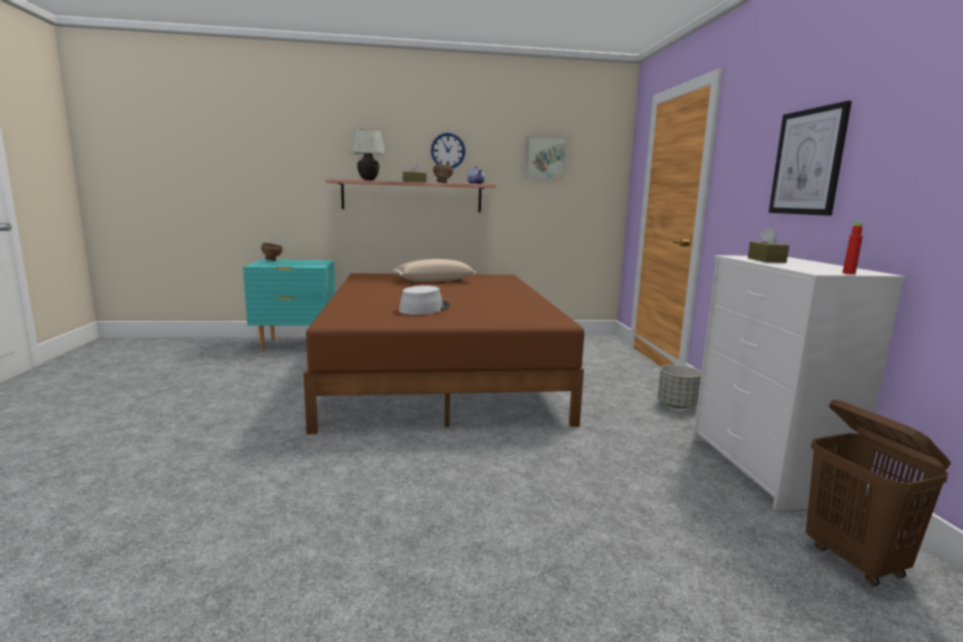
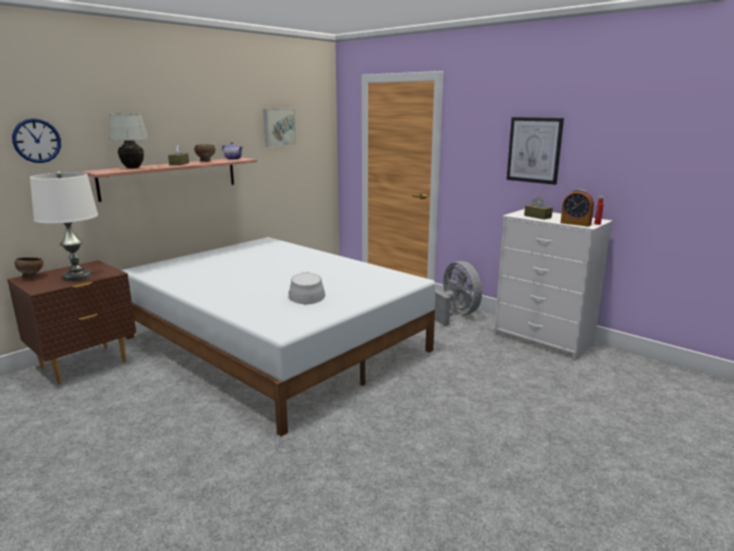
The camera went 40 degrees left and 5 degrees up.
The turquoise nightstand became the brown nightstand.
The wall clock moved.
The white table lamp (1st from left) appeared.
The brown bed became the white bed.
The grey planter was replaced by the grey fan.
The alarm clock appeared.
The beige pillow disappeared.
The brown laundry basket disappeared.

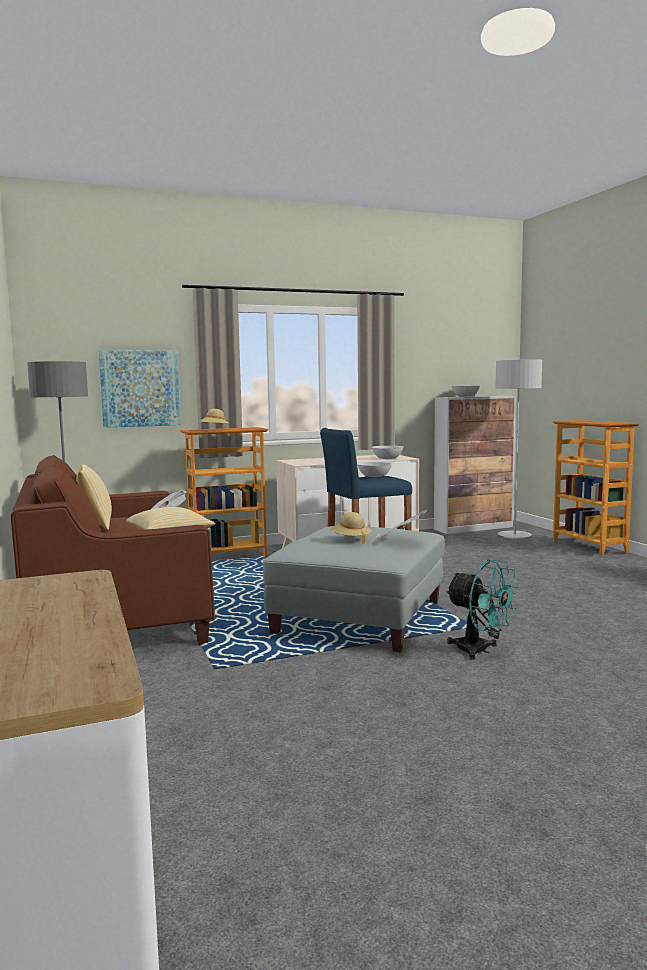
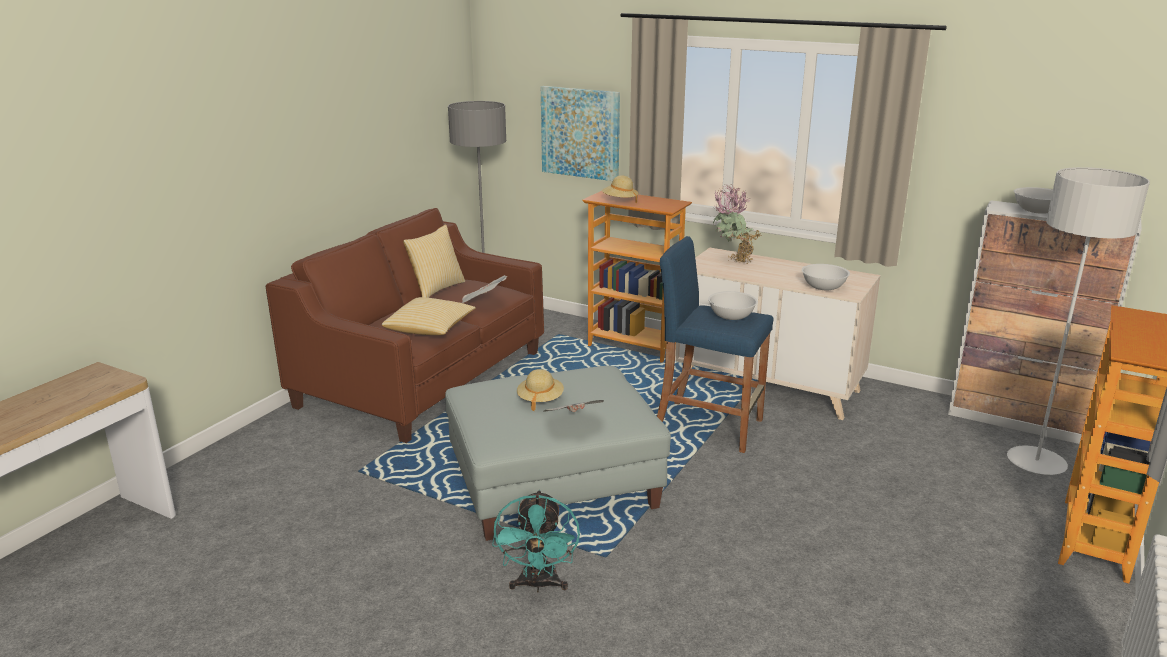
The camera went 50 degrees right and 15 degrees up.
The potted plant appeared.

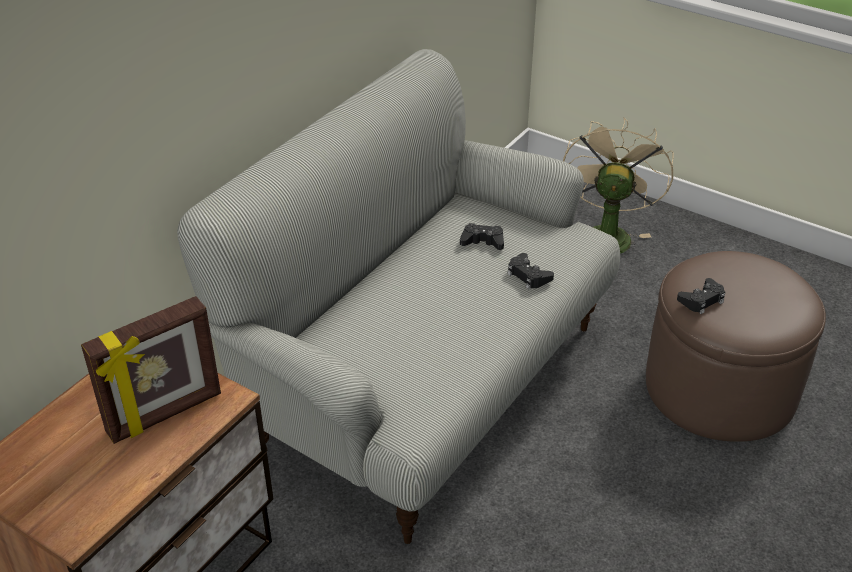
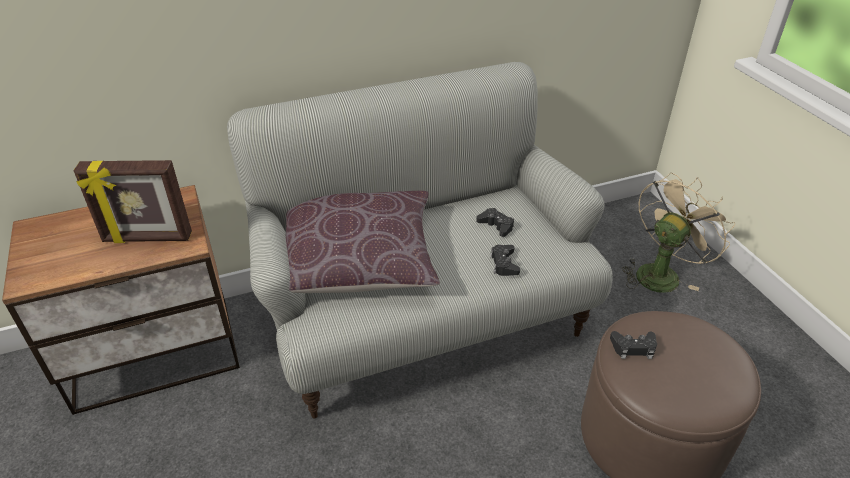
The camera went 35 degrees right and 0 degrees up.
The brown pillow appeared.

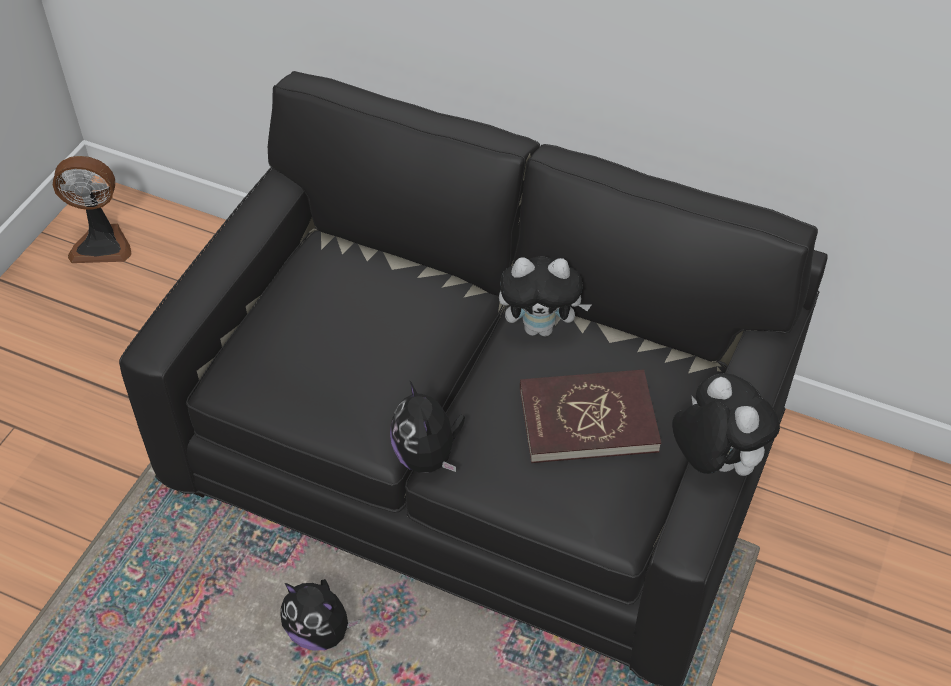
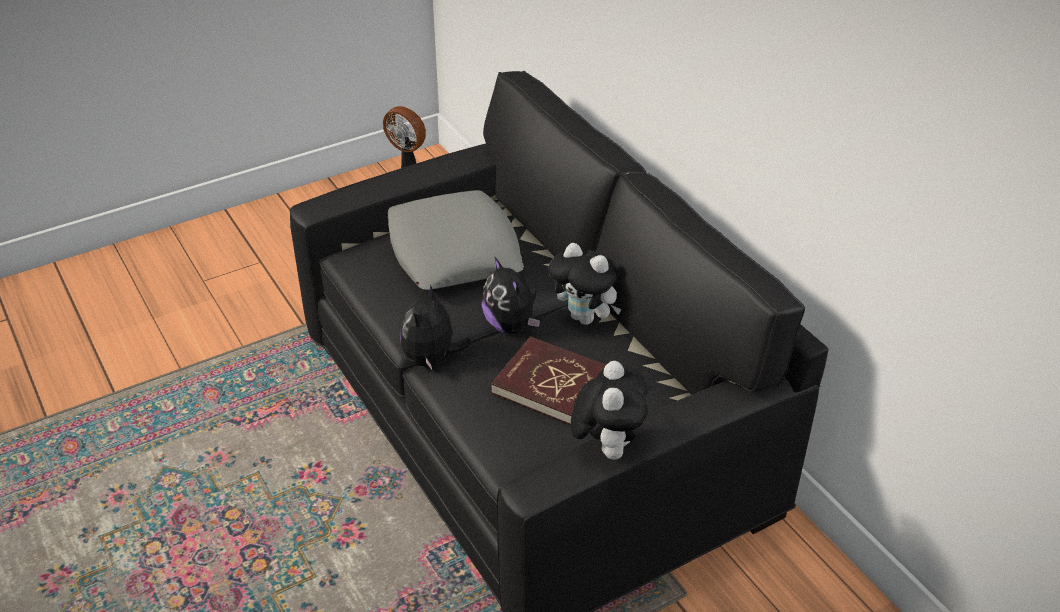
The camera went 35 degrees right and 10 degrees down.
The grey pillow appeared.
The plush toy (1st from left in the first image) moved.

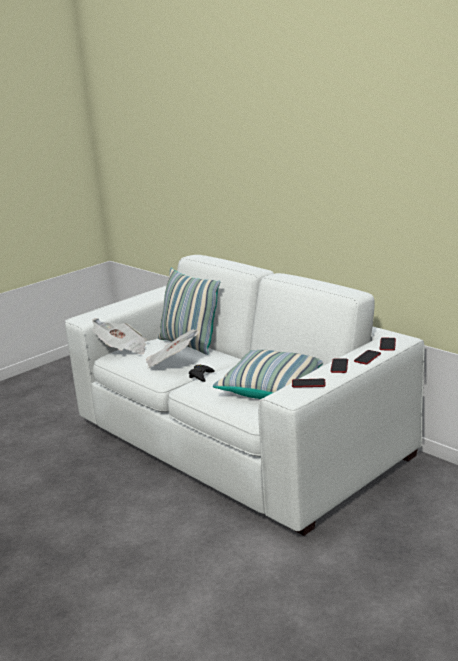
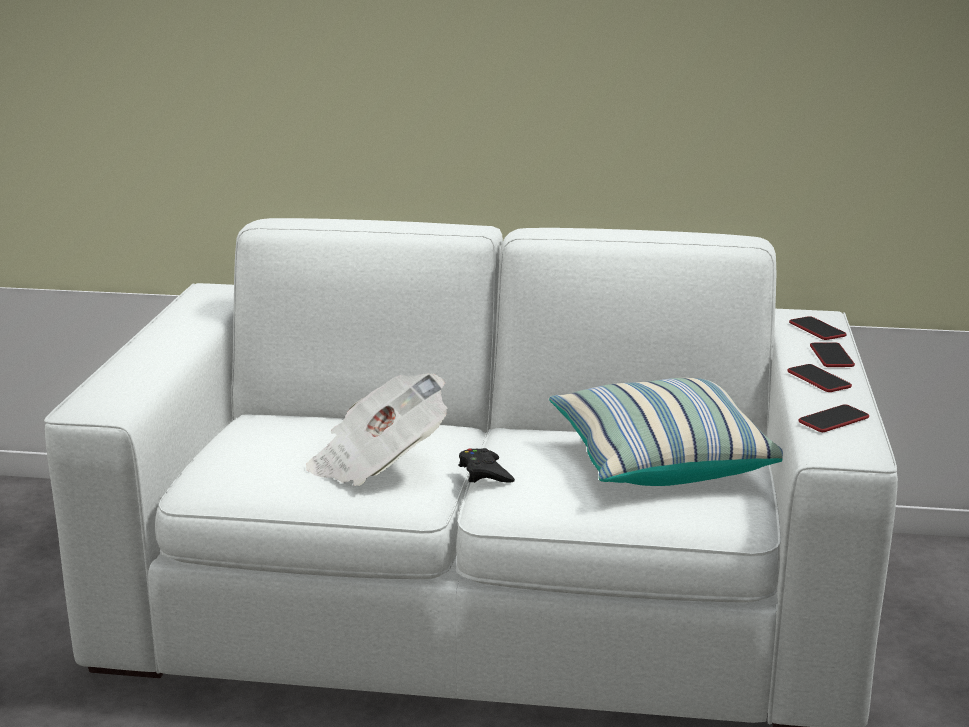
The camera went 40 degrees left and 0 degrees up.
The newspaper (1st from left) disappeared.
The pillow (1st from left) disappeared.

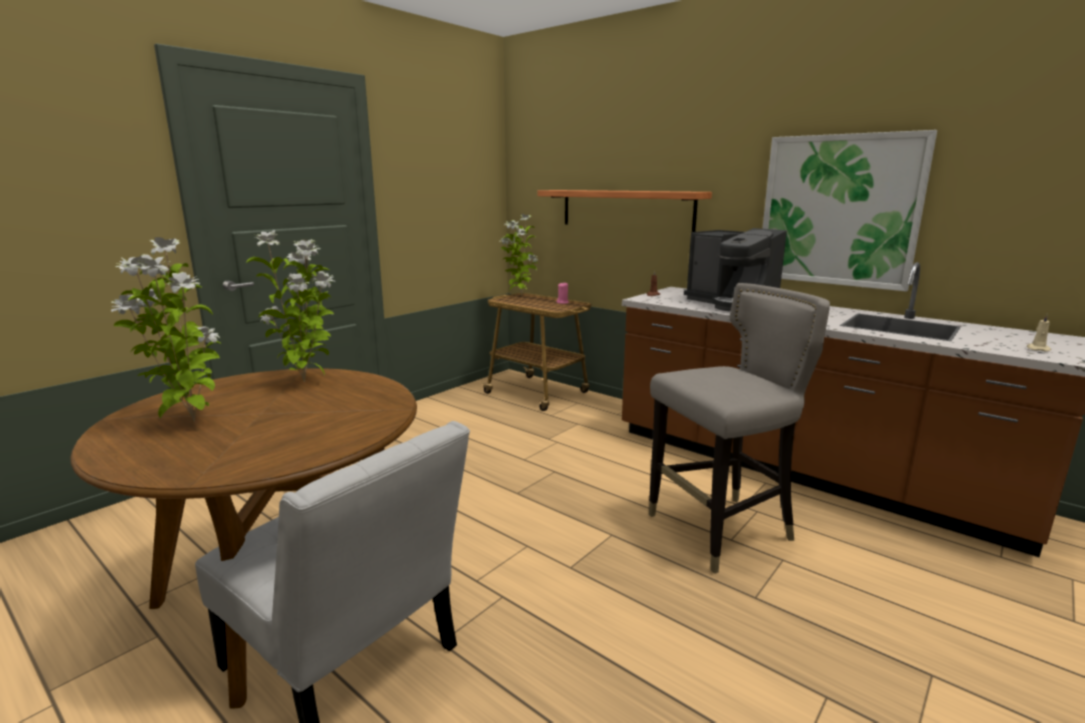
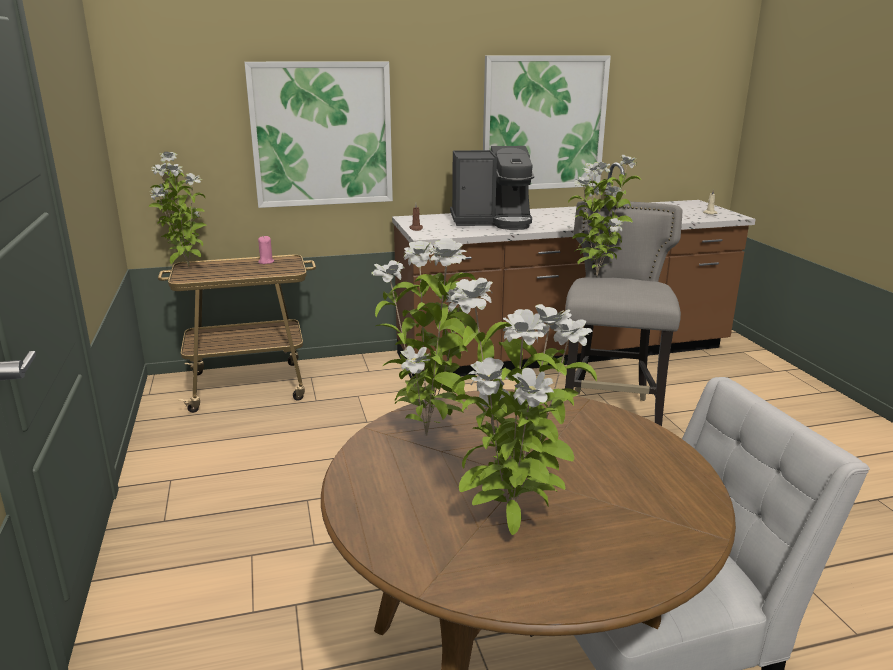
The camera went 55 degrees left and 5 degrees up.
The shelf was replaced by the picture (1st from left).
The potted plant (4th from left) appeared.

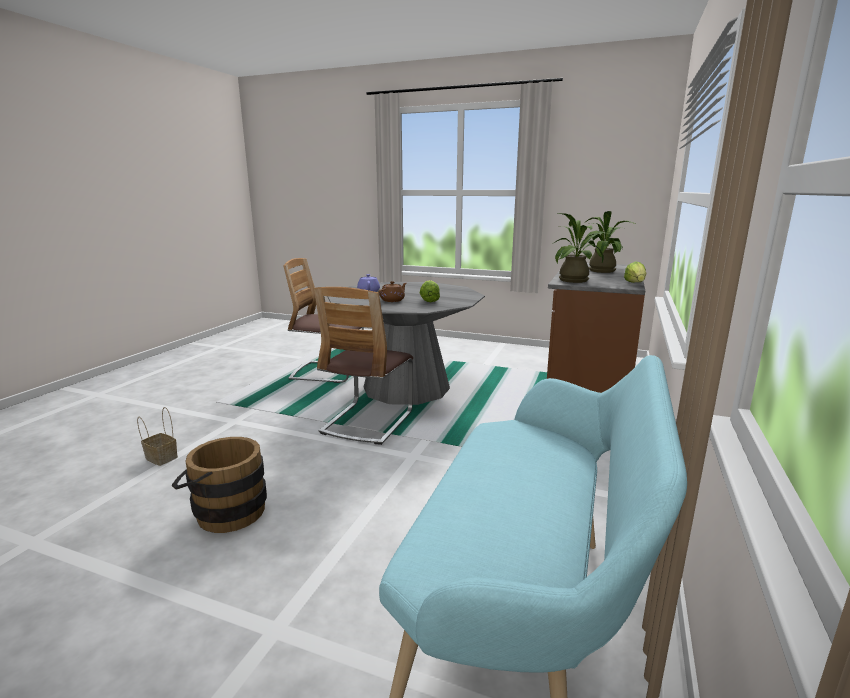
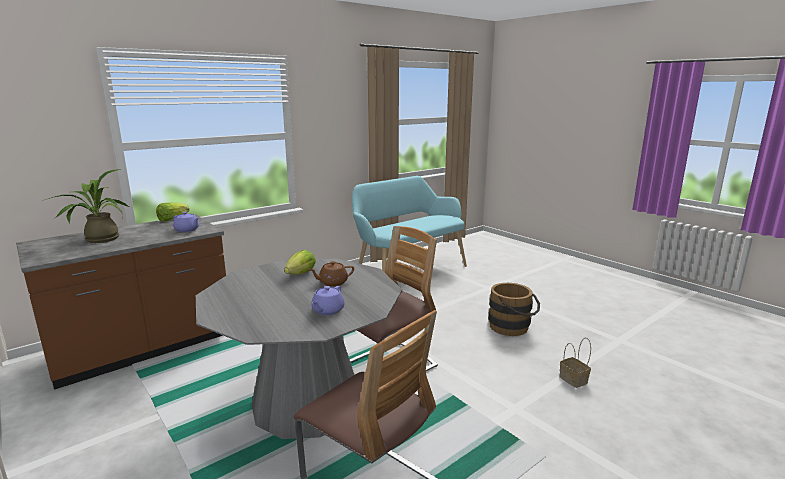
The camera went 150 degrees left and 0 degrees up.
The potted plant (1st from left) was replaced by the purple teapot (1st from left).

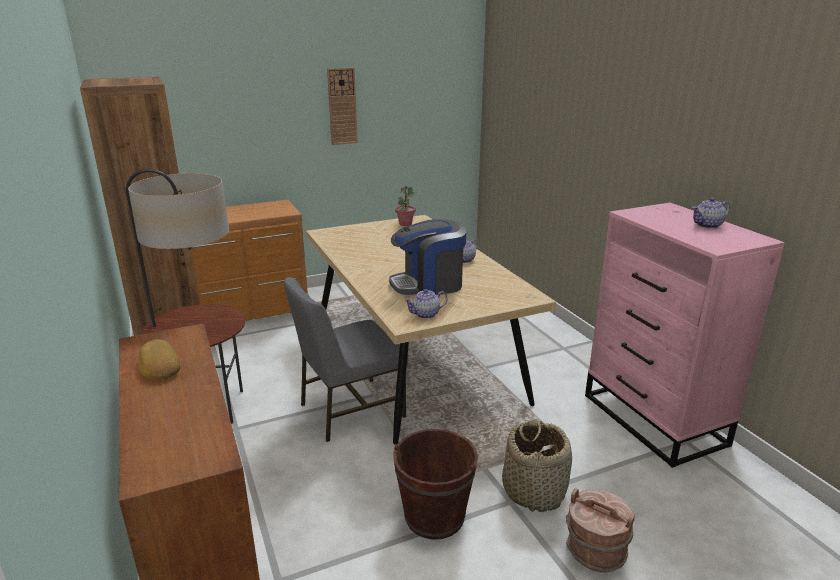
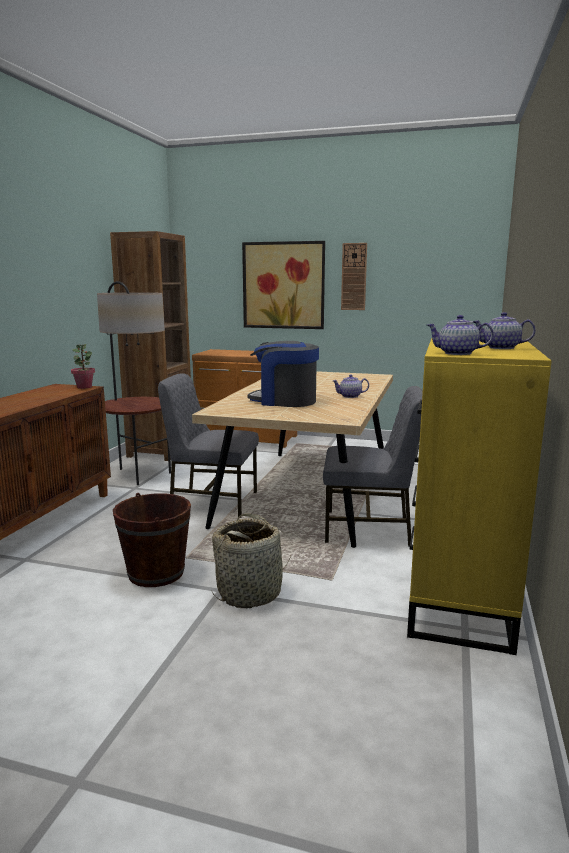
The camera went 40 degrees right and 10 degrees down.
The potted plant moved.
The picture appeared.
The grey chair (2nd from left) appeared.
The pink dresser became the yellow dresser.
The teapot (1st from left in the first image) moved.
The bread disappeared.
The brown bucket (2nd from left) disappeared.

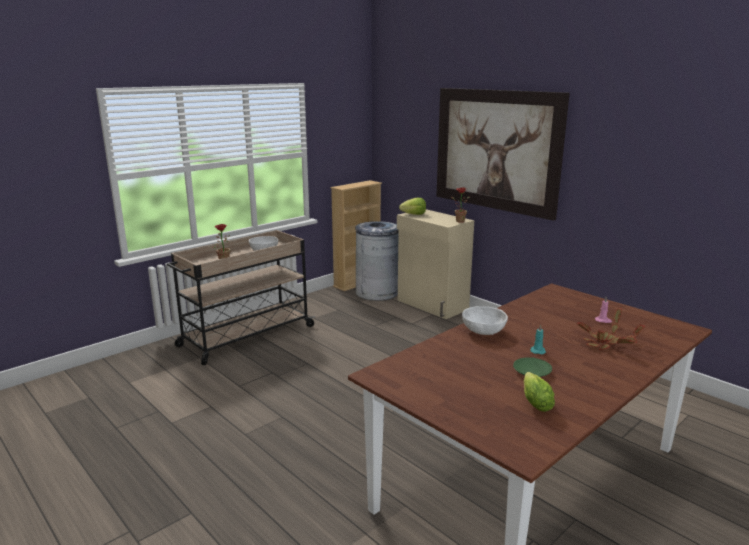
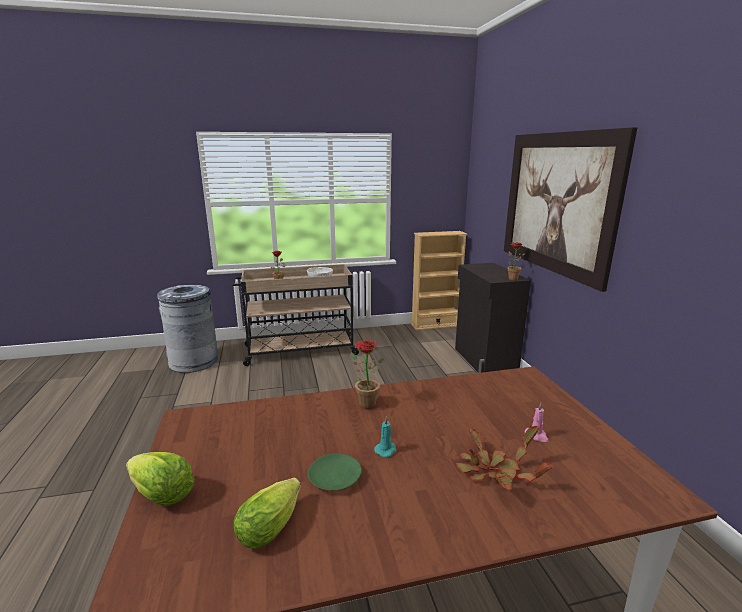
The camera went 30 degrees right and 0 degrees up.
The lettuce (1st from left) moved.
The grey trash can moved.
The white bowl (2nd from left) was replaced by the potted plant (2nd from left).
The beige cabinet became the black cabinet.

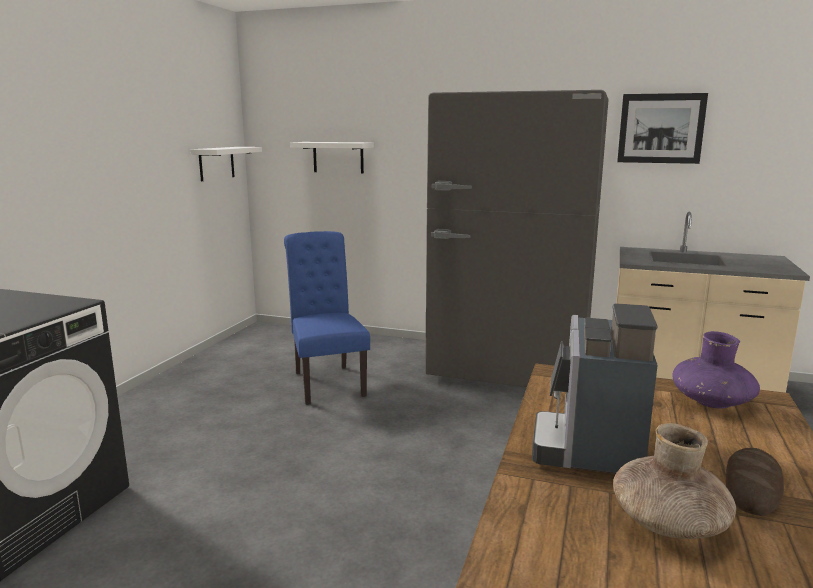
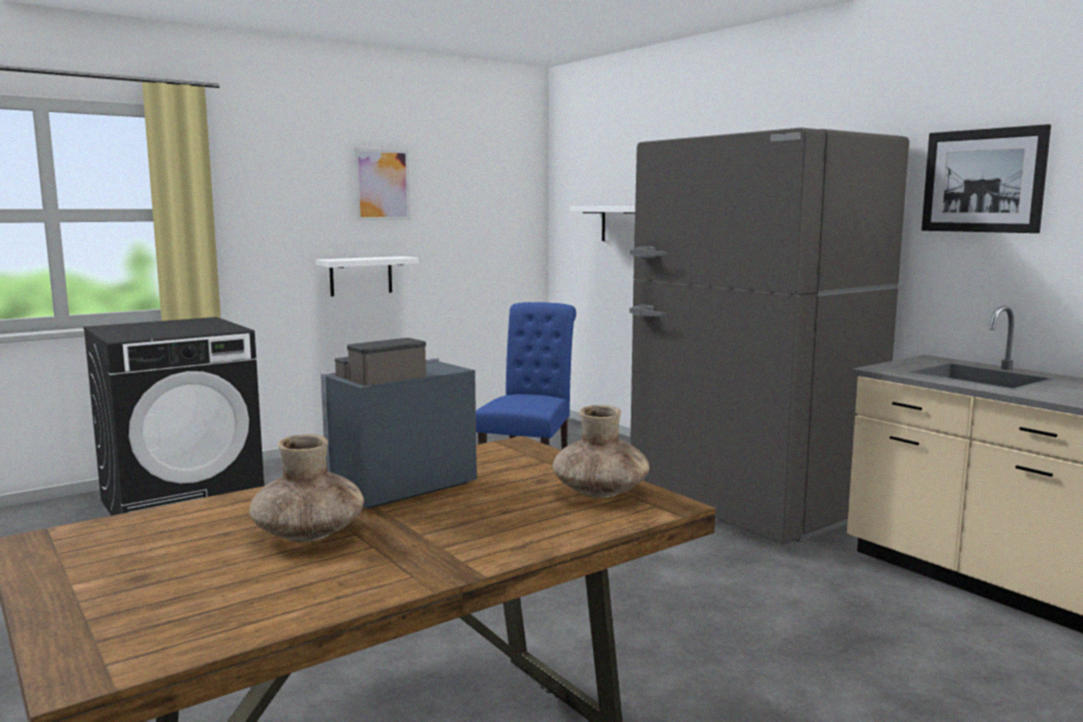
The camera went 35 degrees right and 5 degrees down.
The white shelf (1st from left) moved.
The picture (1st from left) appeared.
The purple vase became the brown vase (2nd from left).
The bread disappeared.

